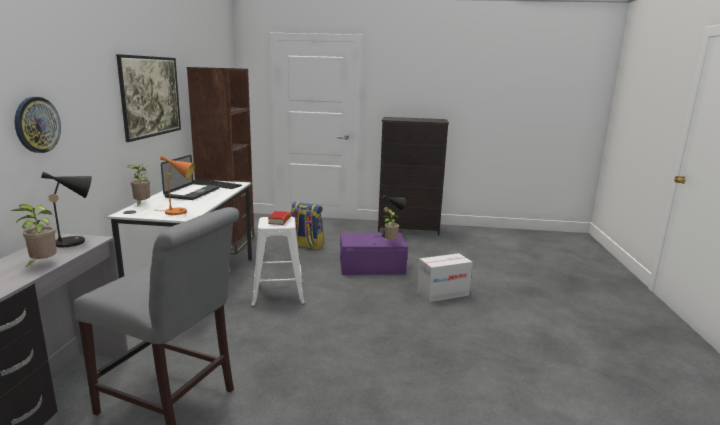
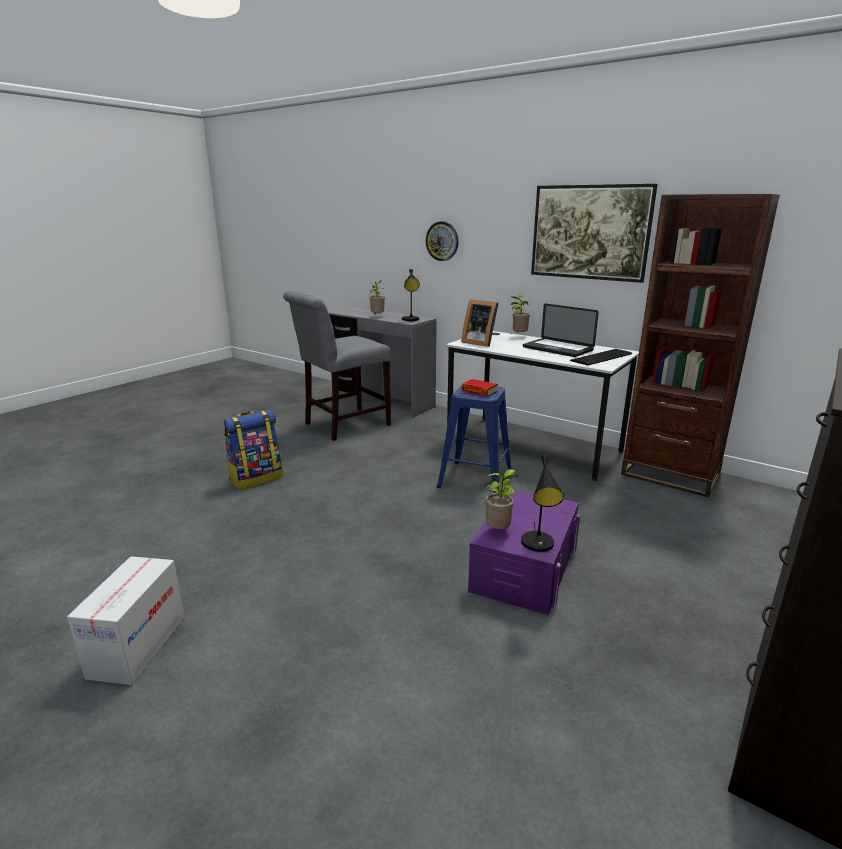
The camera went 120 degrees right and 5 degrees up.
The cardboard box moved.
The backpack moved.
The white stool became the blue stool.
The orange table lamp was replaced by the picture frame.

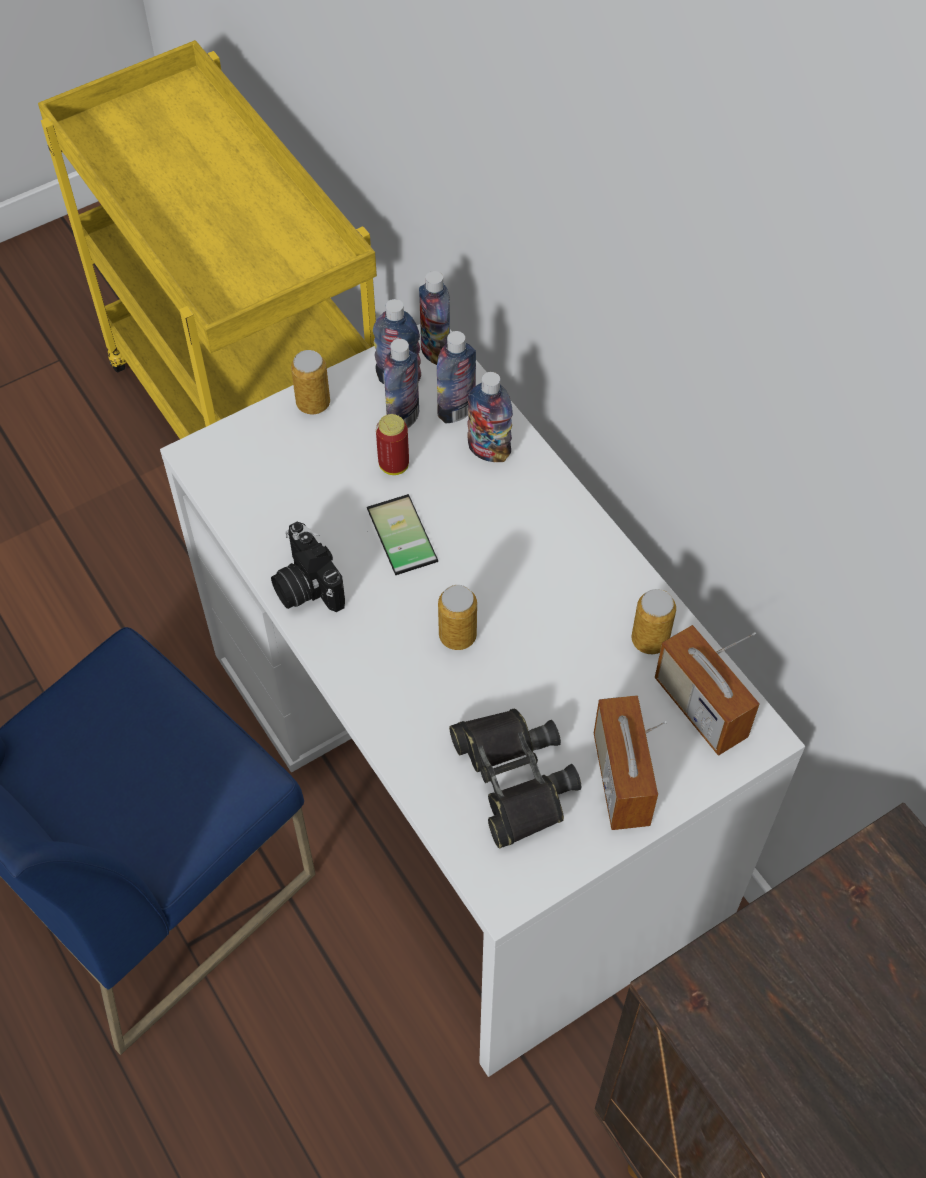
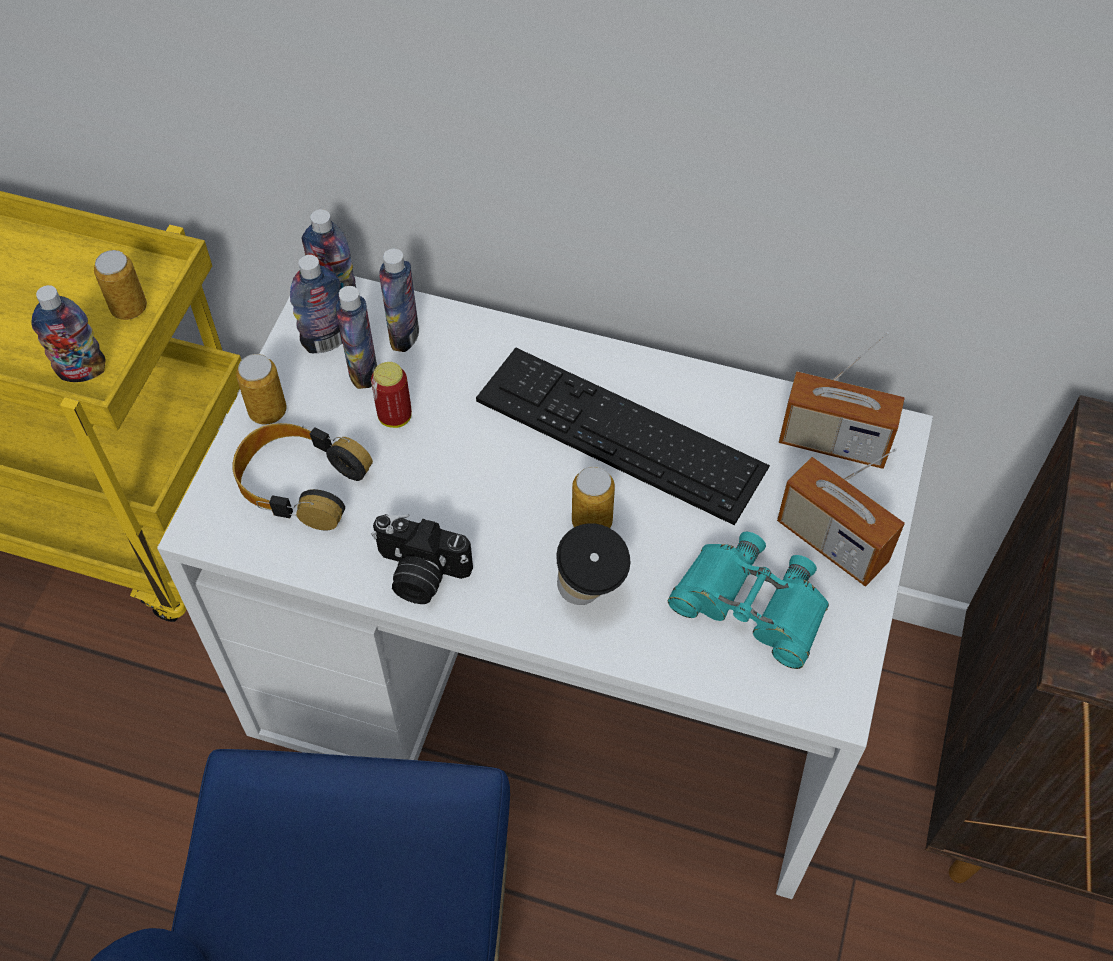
The camera went 40 degrees left and 0 degrees up.
The bottle (5th from left in the first image) moved.
The can (4th from left in the first image) moved.
The headphones appeared.
The keyboard appeared.
The cup appeared.
The black binoculars became the turquoise binoculars.
The phone disappeared.

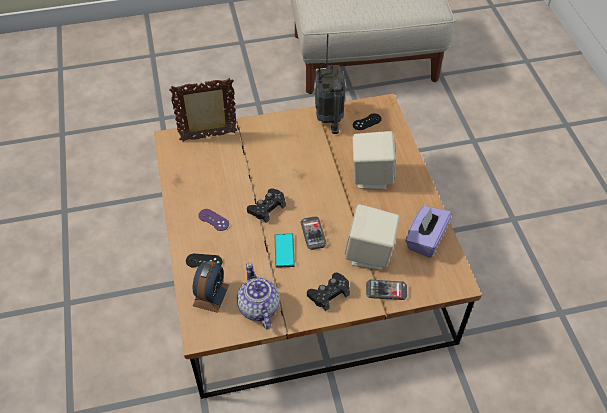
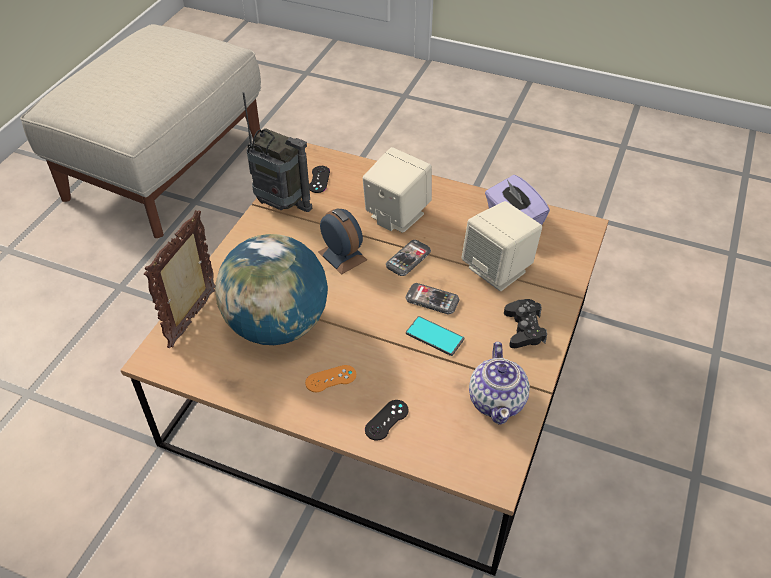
The camera went 55 degrees left and 5 degrees down.
The globe appeared.
The purple game controller became the orange game controller.
The alarm clock moved.
The phone (3rd from left in the first image) moved.
The teapot turned 105 degrees counterclockwise.
The black game controller (2nd from left) disappeared.

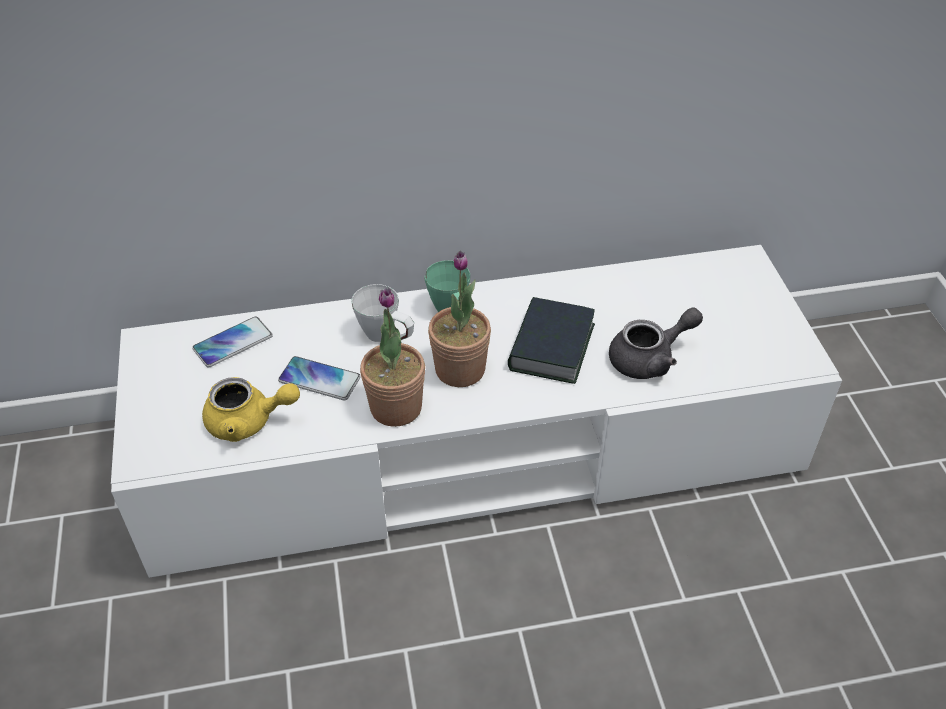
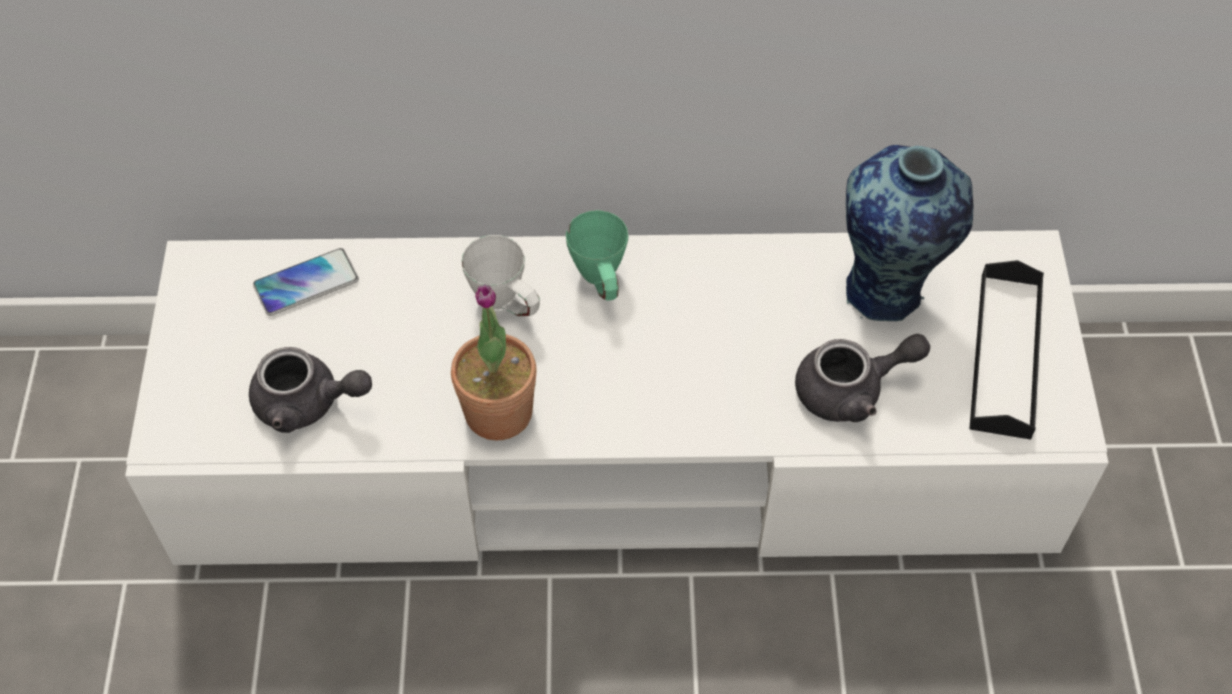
The camera went 10 degrees right and 10 degrees up.
The yellow teapot became the grey teapot (1st from left).
The vase appeared.
The black tray appeared.
The phone (2nd from left) disappeared.
The potted plant (2nd from left) disappeared.
The book disappeared.

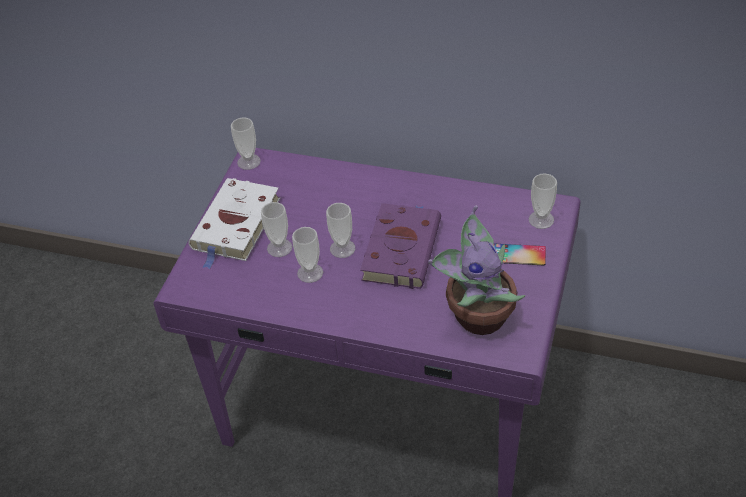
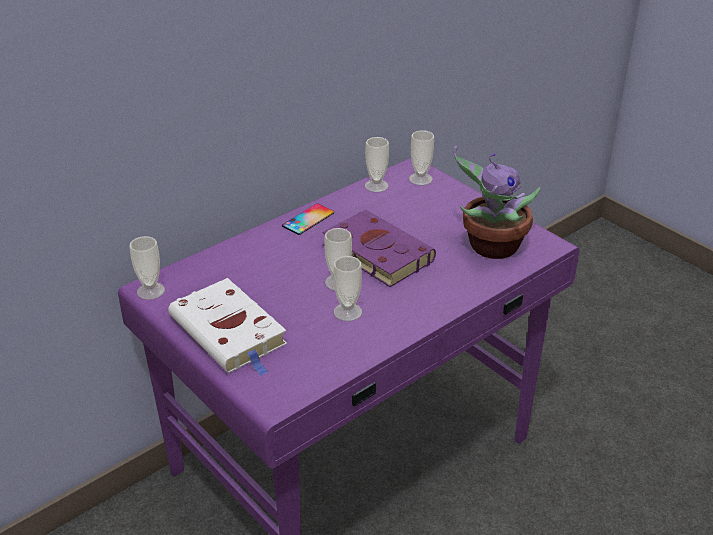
The camera went 60 degrees left and 10 degrees down.
The phone moved.
The cup (2nd from left in the first image) moved.

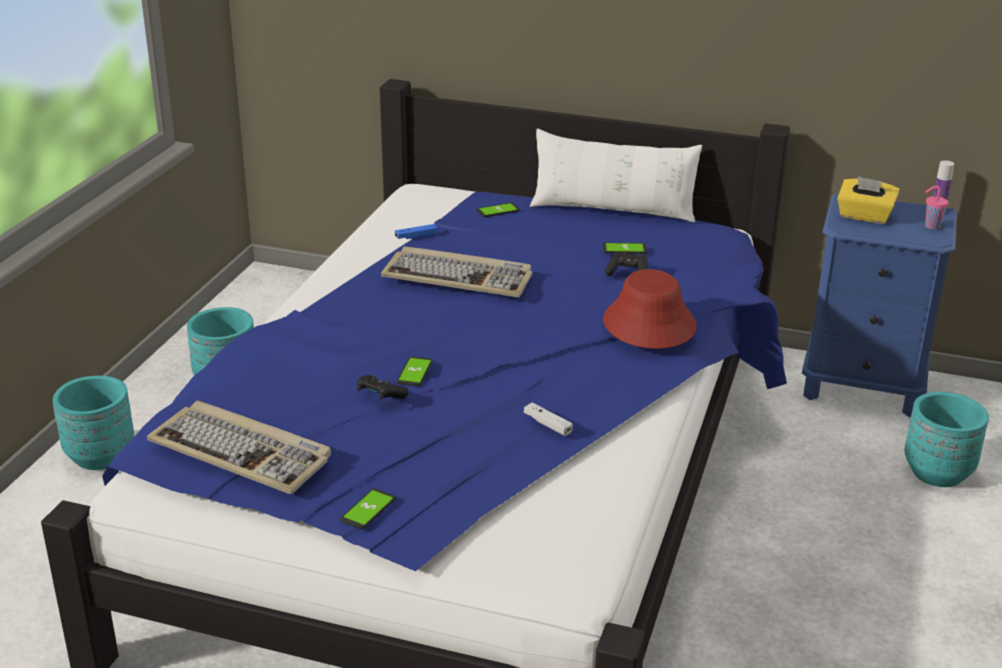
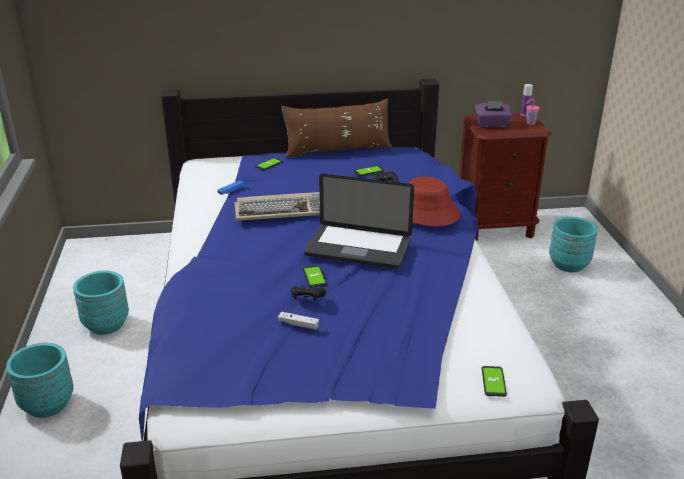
The camera went 25 degrees left and 0 degrees up.
The white game controller moved.
The white pillow became the brown pillow.
The laptop appeared.
The blue nightstand became the brown nightstand.
The yellow tissue box became the purple tissue box.
The phone (1st from left in the first image) moved.
The keyboard (1st from left) disappeared.

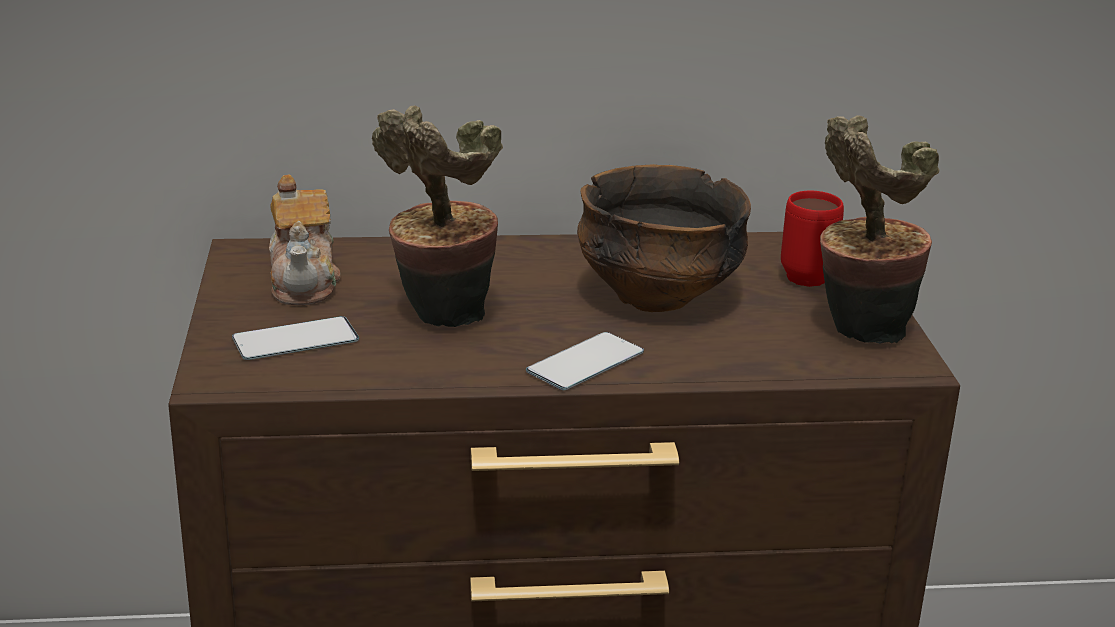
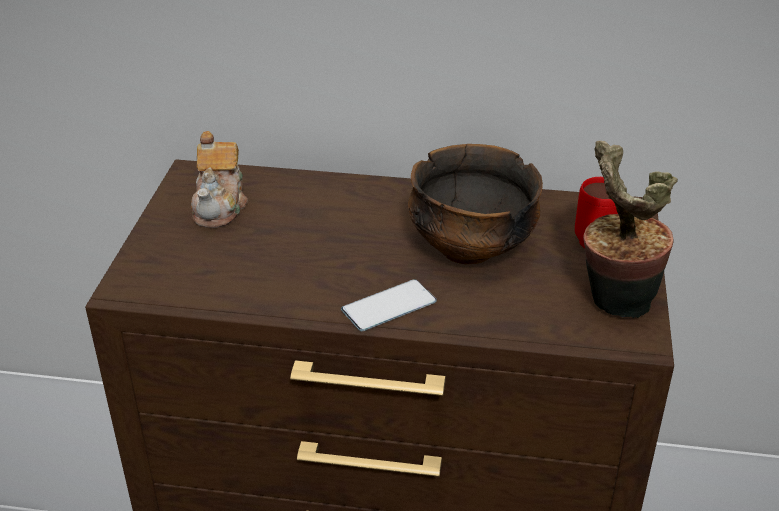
The camera went 15 degrees right and 10 degrees up.
The phone (1st from left) disappeared.
The potted plant (1st from left) disappeared.

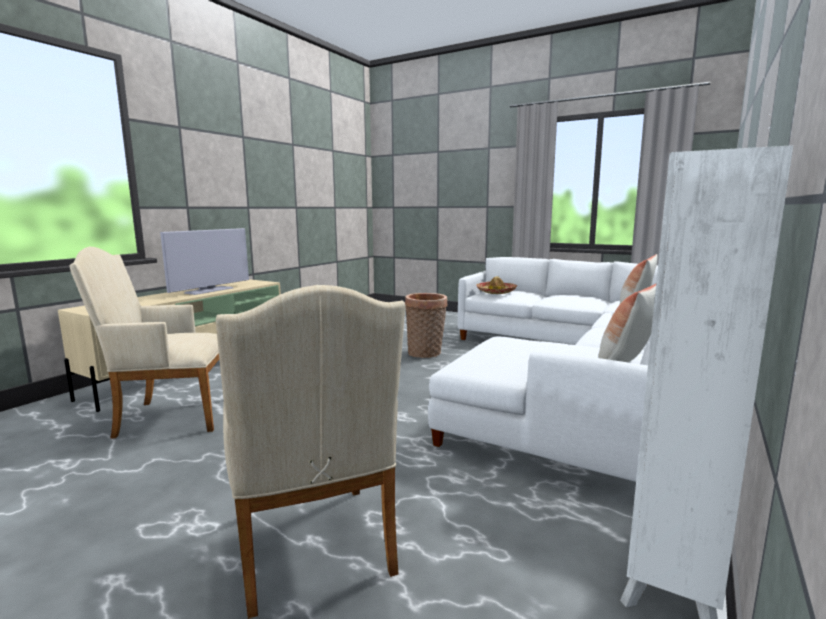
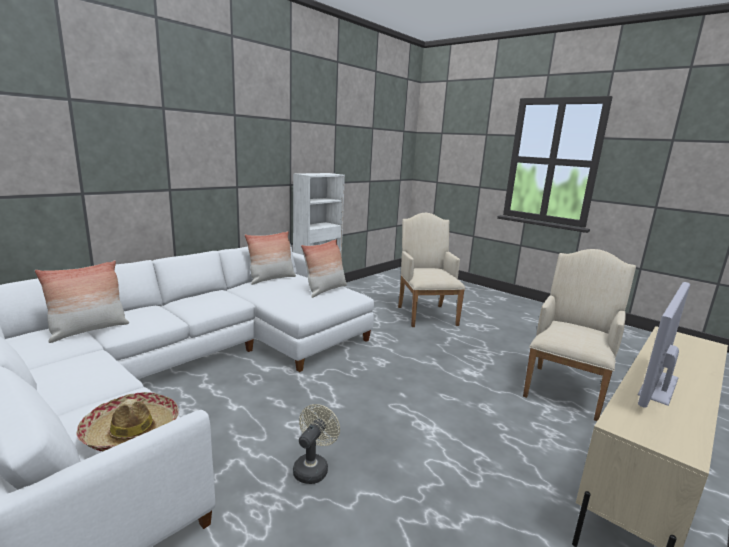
The camera went 170 degrees left and 5 degrees up.
The basket was replaced by the beige fan.
The pillow (3rd from left) appeared.
The beige armchair (1st from left in the first image) turned 60 degrees counterclockwise.

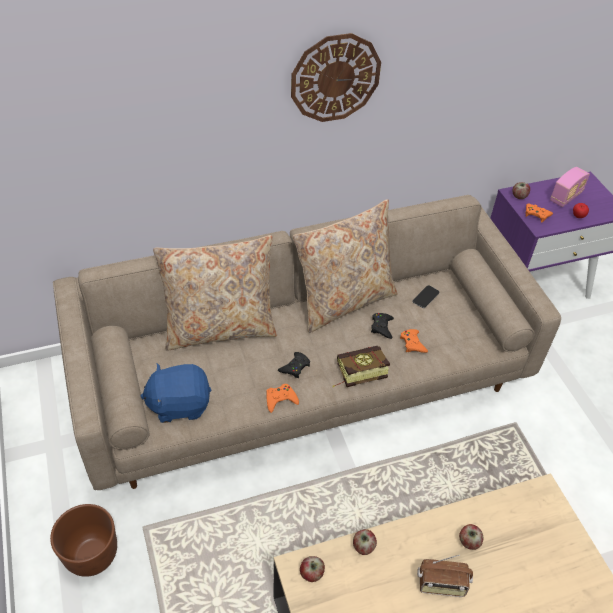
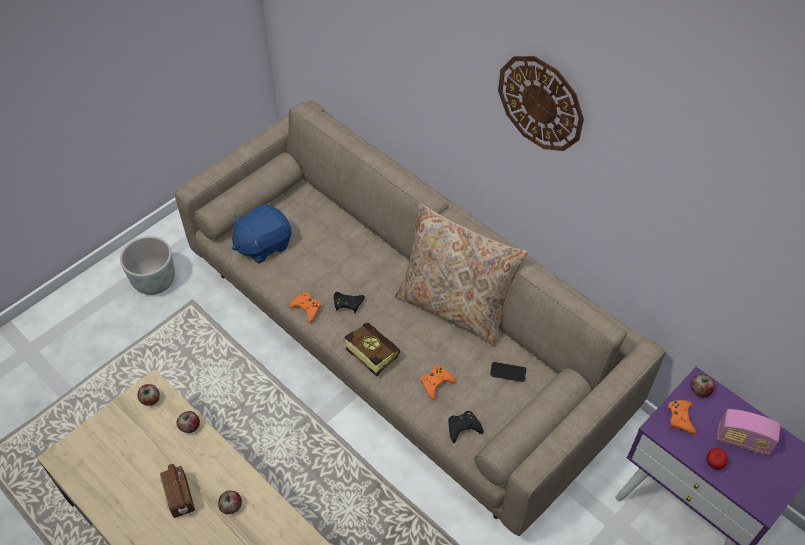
The camera went 65 degrees right and 5 degrees up.
The brown planter became the grey planter.
The blue plush toy turned 90 degrees counterclockwise.
The black game controller (2nd from left) moved.
The beige pillow (1st from left) disappeared.

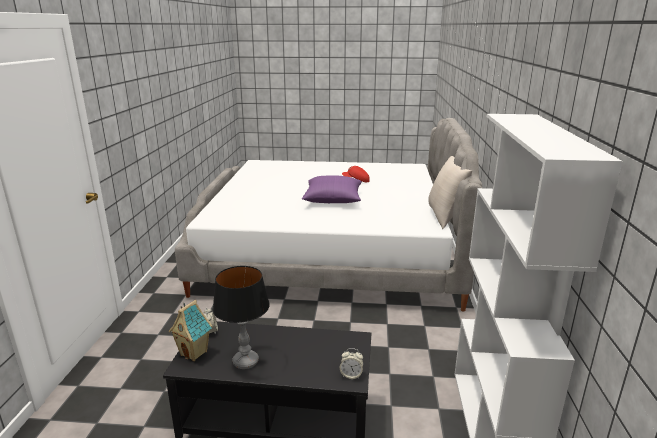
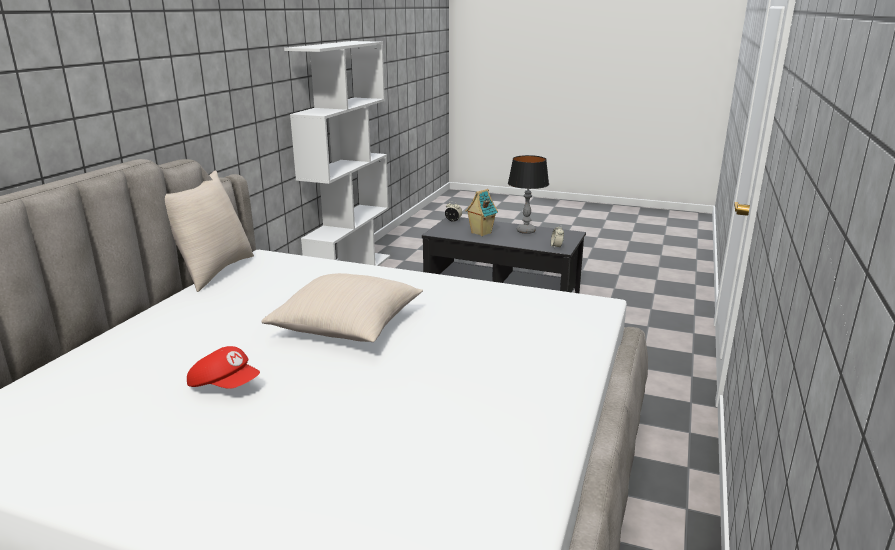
The camera went 165 degrees left and 0 degrees up.
The purple pillow became the beige pillow (2nd from left).
The toy house moved.

